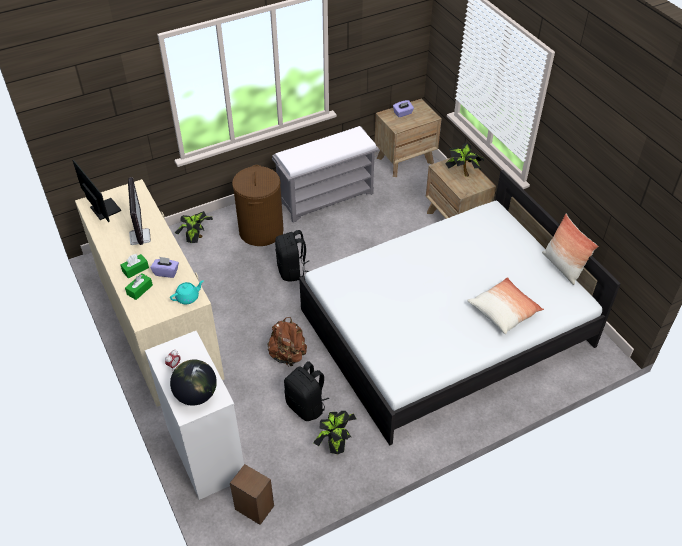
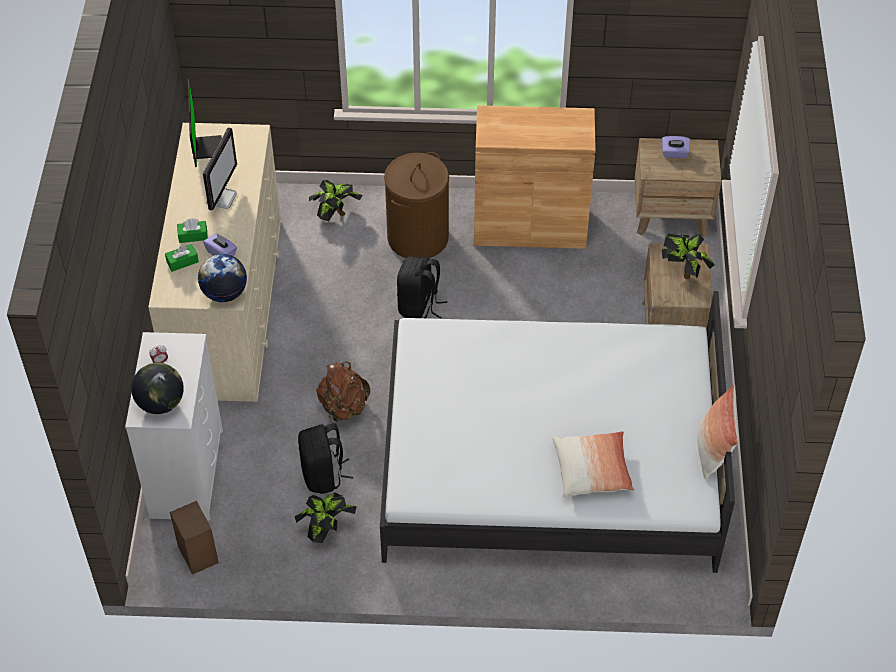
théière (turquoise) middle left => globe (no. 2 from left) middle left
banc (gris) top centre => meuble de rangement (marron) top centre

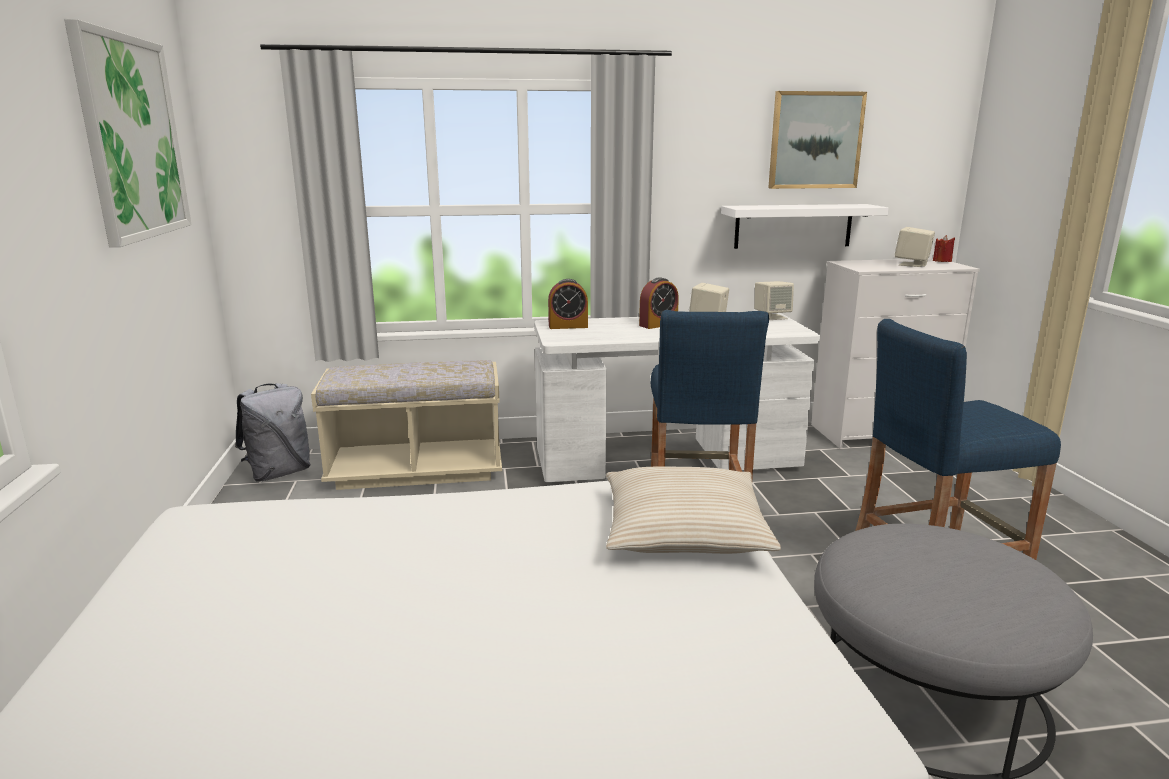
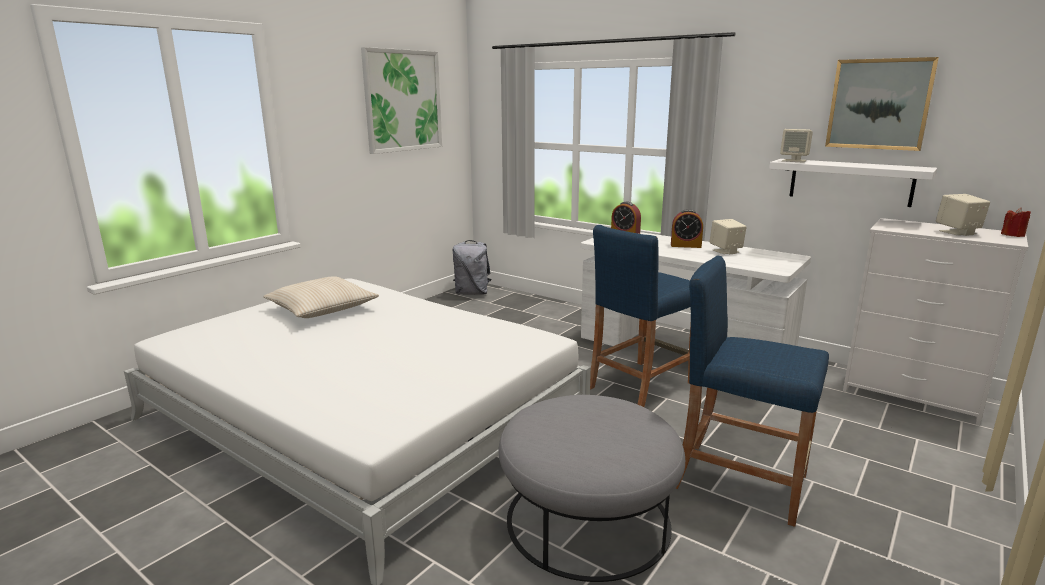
coussin (beige) centre => coussin (beige) middle left, relocated
enceinte (beige) (no. 2 from left) centre => enceinte (beige) (no. 2 from left) top right, relocated
banc (beige) centre => nothing

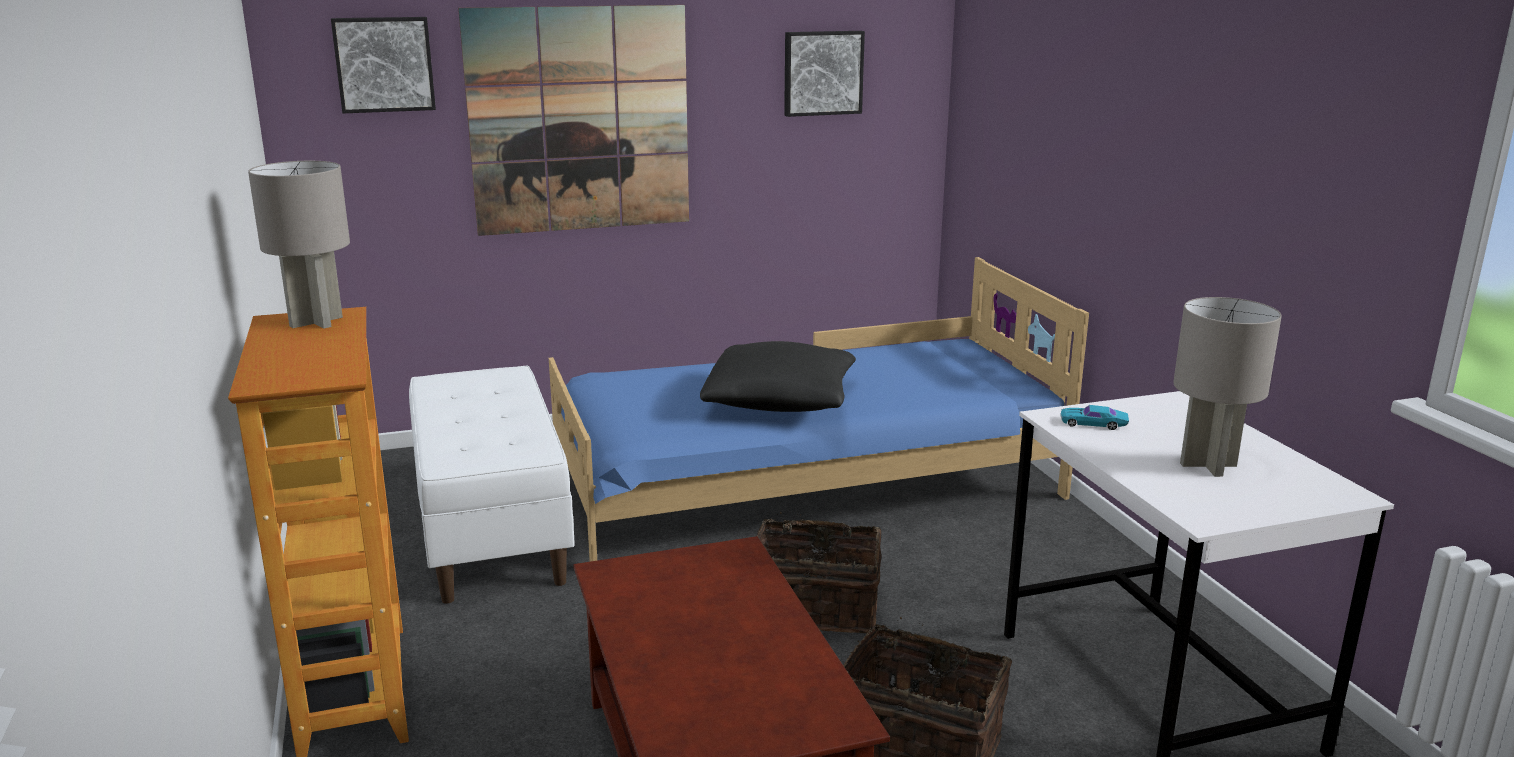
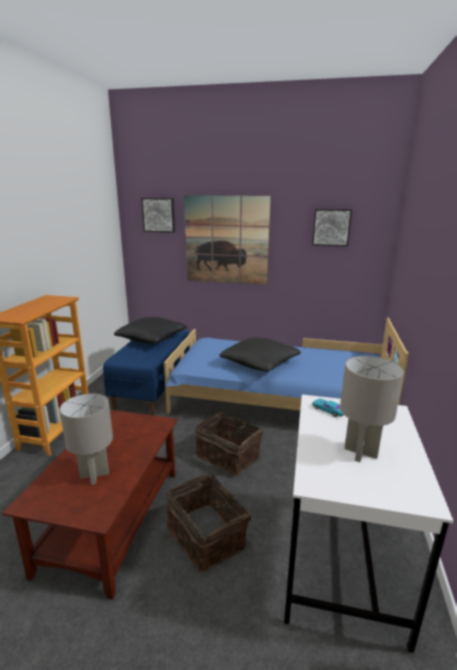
lampe de table (gris) (no. 1 from left) top left => lampe de table (gris) (no. 1 from left) middle left, relocated
banc (blanc) middle left => banc (bleu) middle left
nothing => coussin (noir) (no. 1 from left) middle left

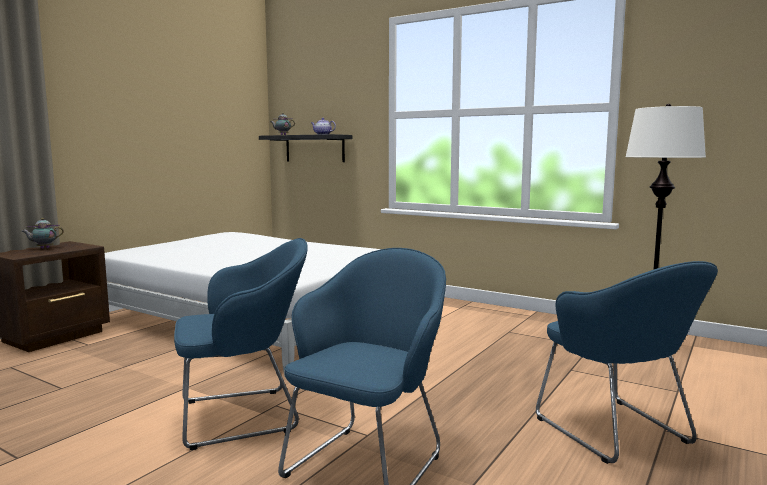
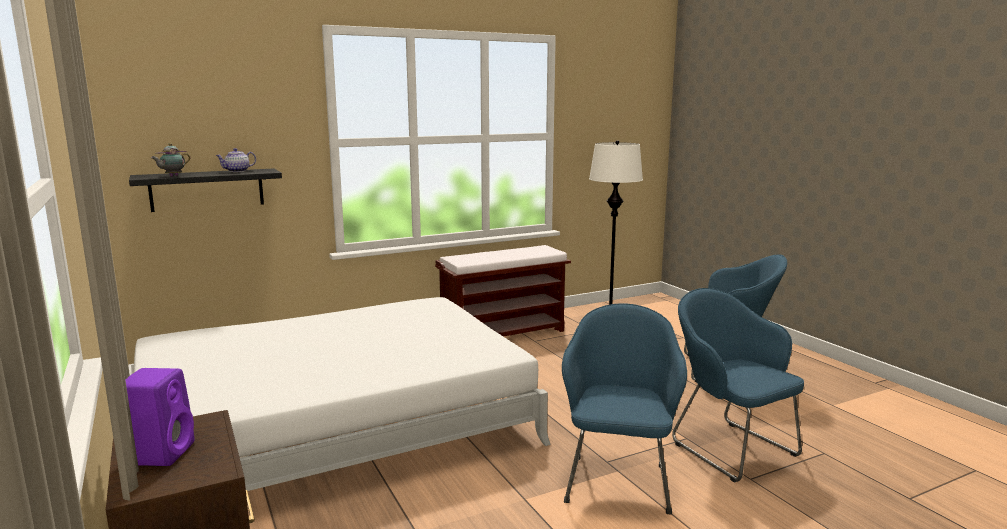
théière (no. 1 from left) middle left => enceinte (violet) bottom left
nothing => banc (marron) centre

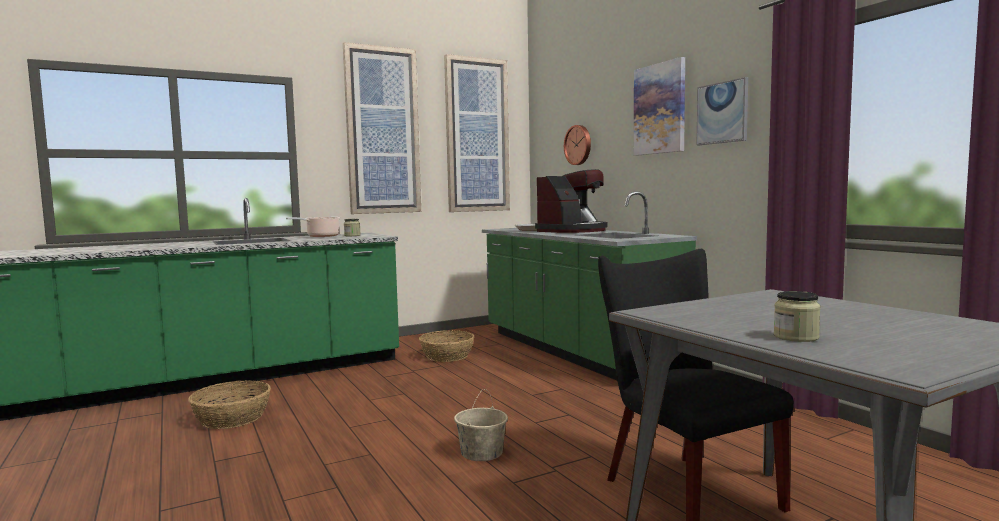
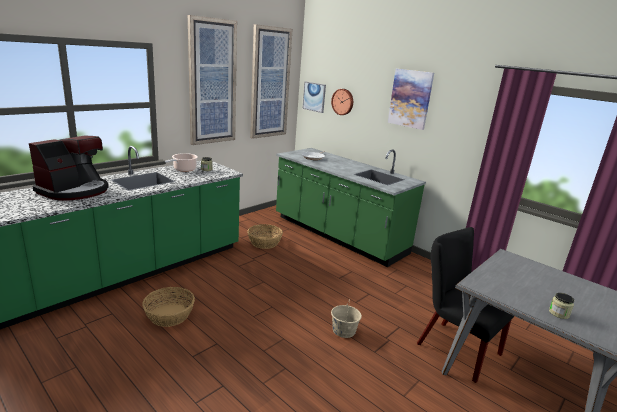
machine à café centre => machine à café middle left, relocated
tableau (no. 4 from left in the first image) top right => tableau (no. 3 from left) top centre, relocated

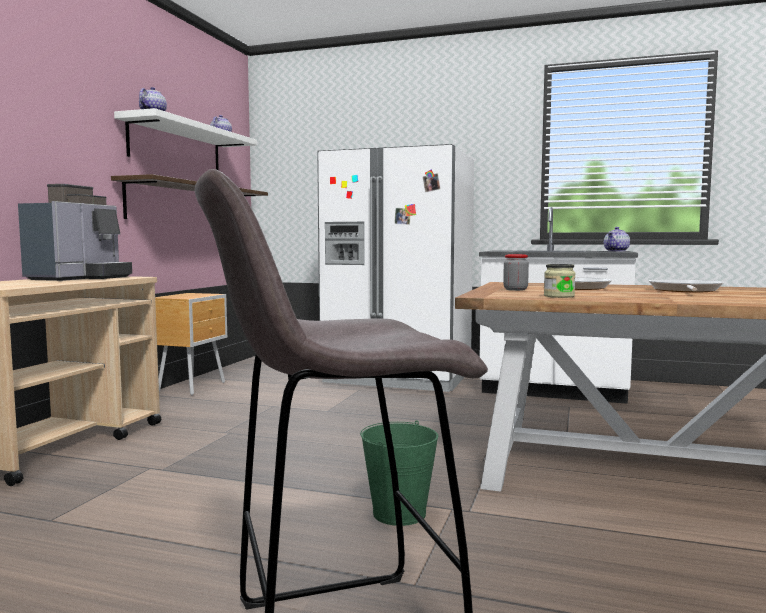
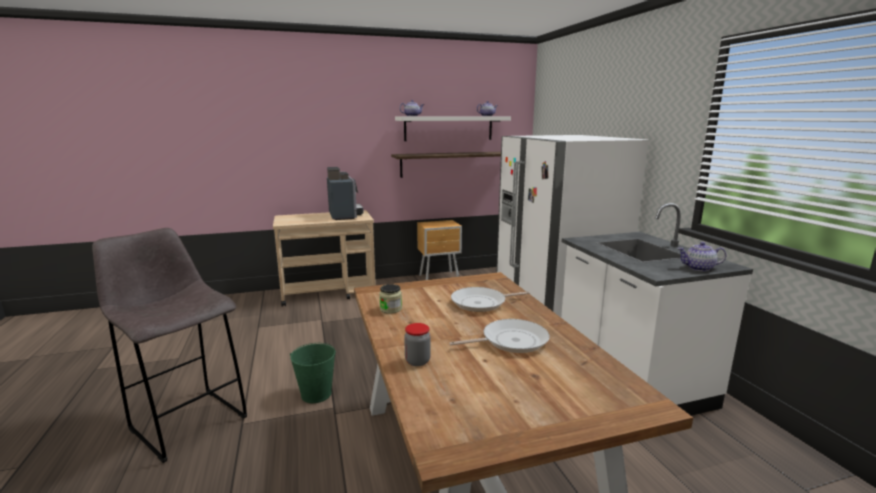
machine à café middle left => machine à café centre, 90 degrees counterclockwise
bocal (no. 1 from left in the first image) middle right => bocal (no. 2 from left) bottom centre, relocated

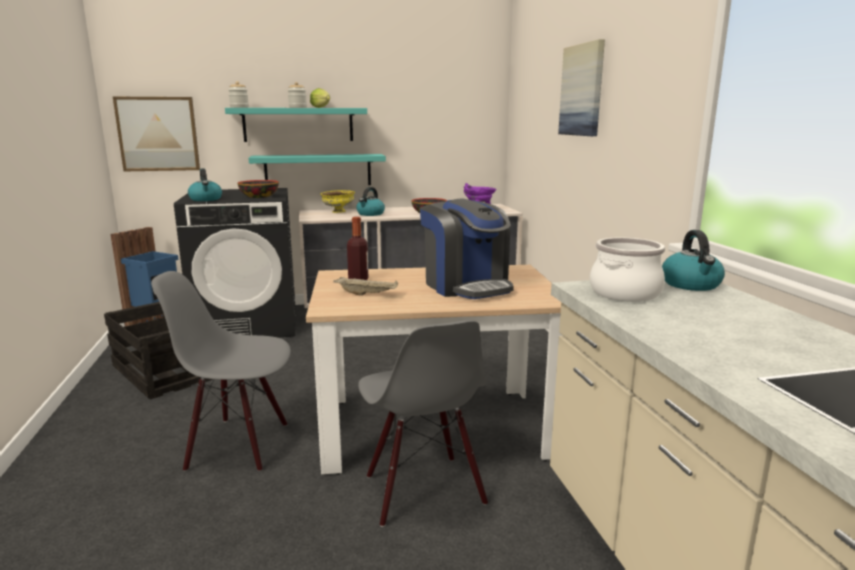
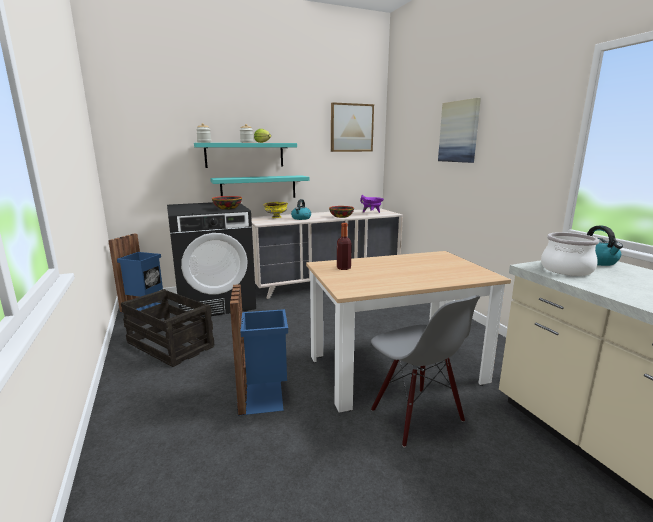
chaise (gris) (no. 1 from left) middle left => poubelle (bleu) (no. 2 from left) bottom centre
tableau (no. 1 from left) top left => tableau (no. 1 from left) top centre, relocated
bouilloire (no. 1 from left) top left => nothing
plateau (beige) centre => nothing
machine à café centre => nothing

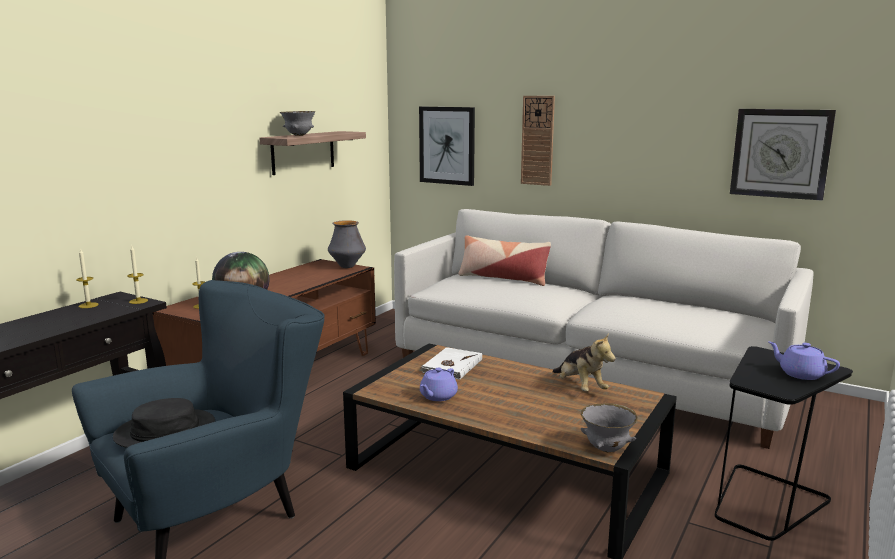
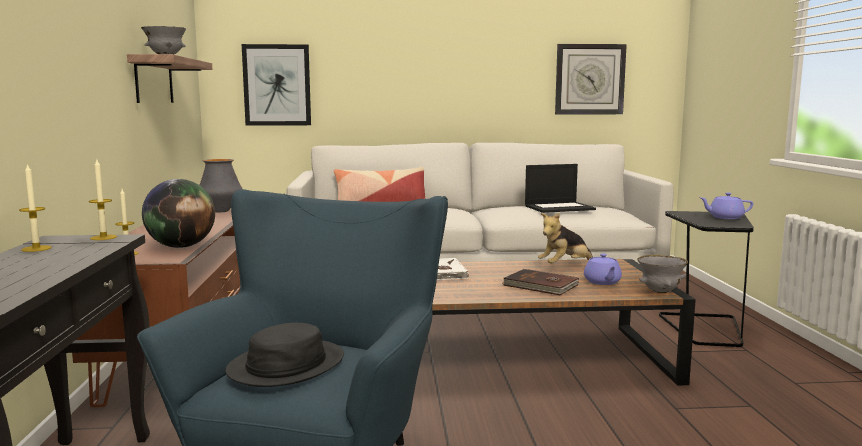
nothing => livre (marron) centre
nothing => ordinateur portable centre
peluche centre, 120 degrees clockwise
théière (violet) (no. 1 from left) bottom centre => théière (violet) (no. 1 from left) middle right, relocated
horloge murale (no. 1 from left) top centre => nothing

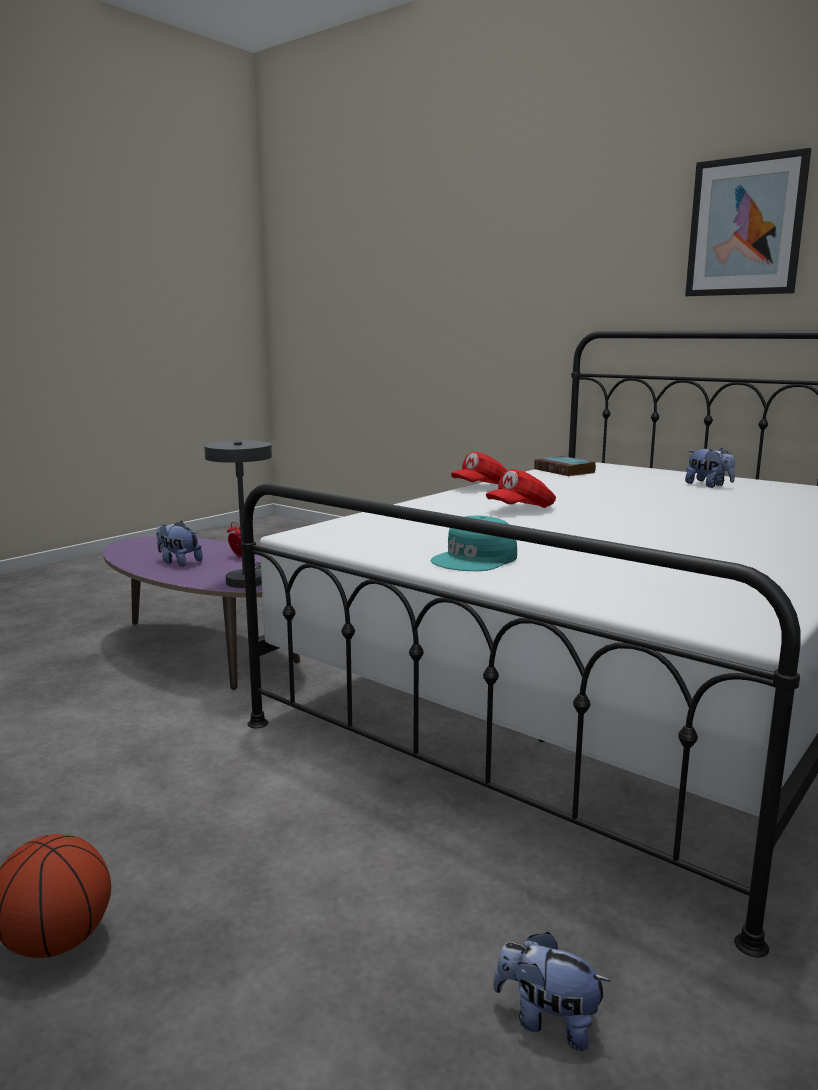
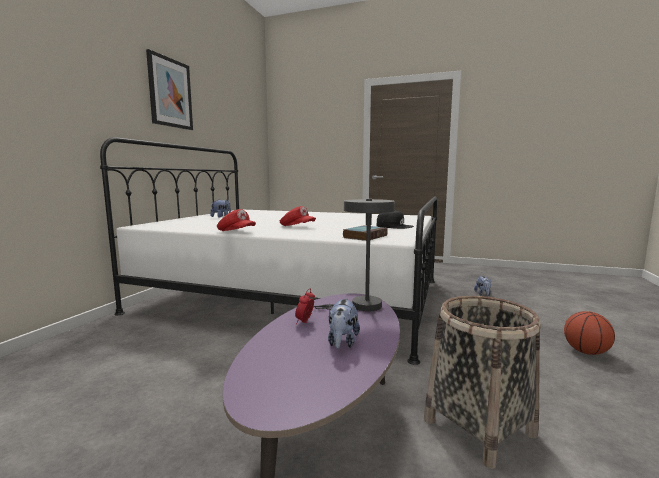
livre middle right => livre centre, relocated
casquette (turquoise) centre => casquette (noir) centre
nothing => panier bottom right

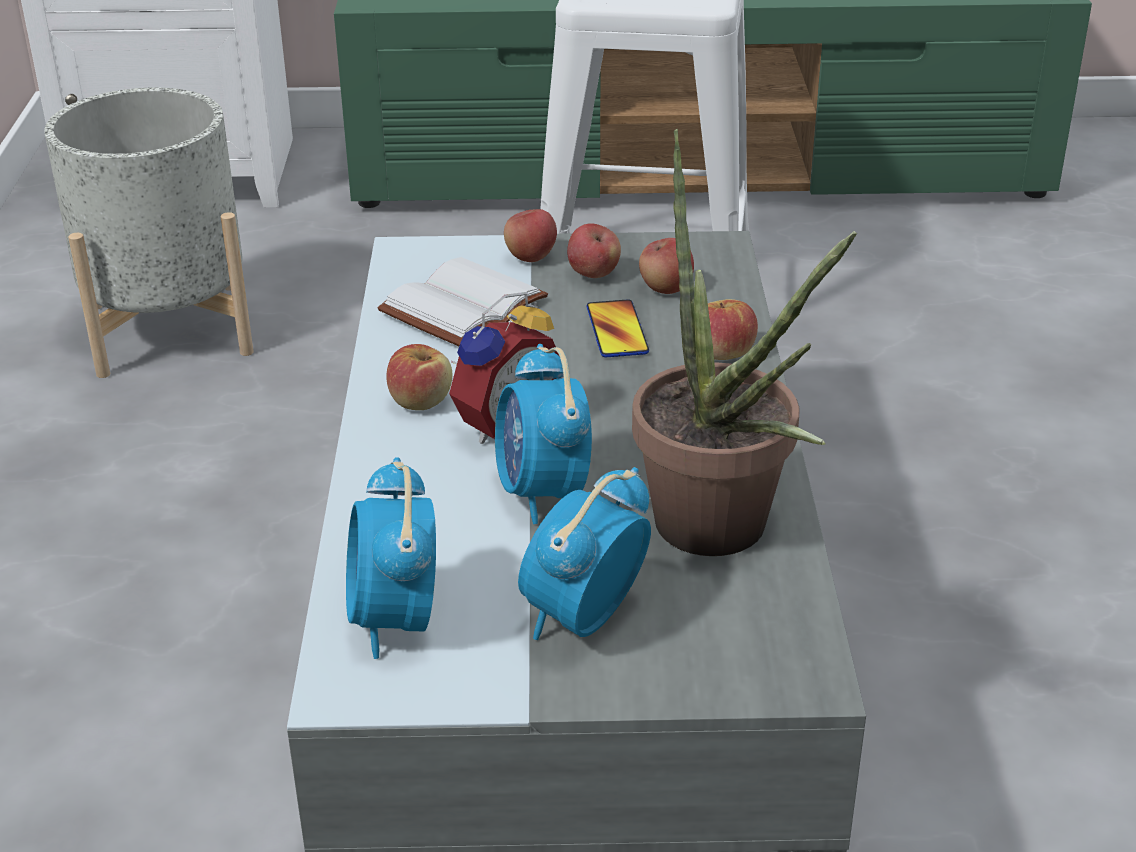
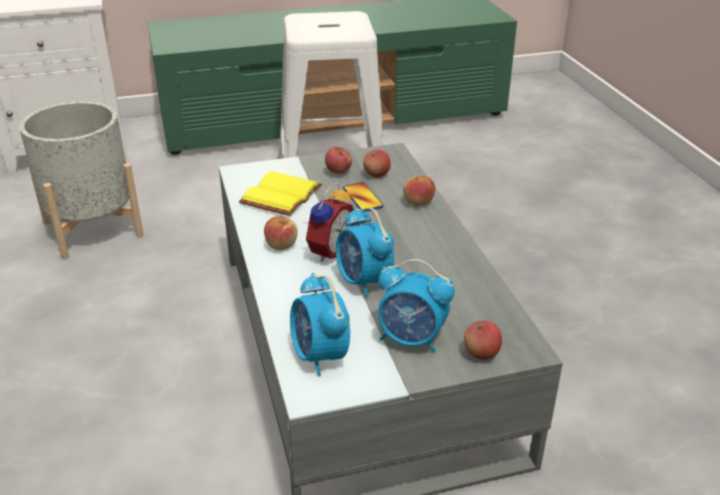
livre (blanc) centre => livre (jaune) centre
réveil (no. 4 from left) centre, 90 degrees counterclockwise
pomme (no. 2 from left in the first image) top centre => pomme (no. 5 from left) bottom right, relocated
plante en pot centre => nothing

